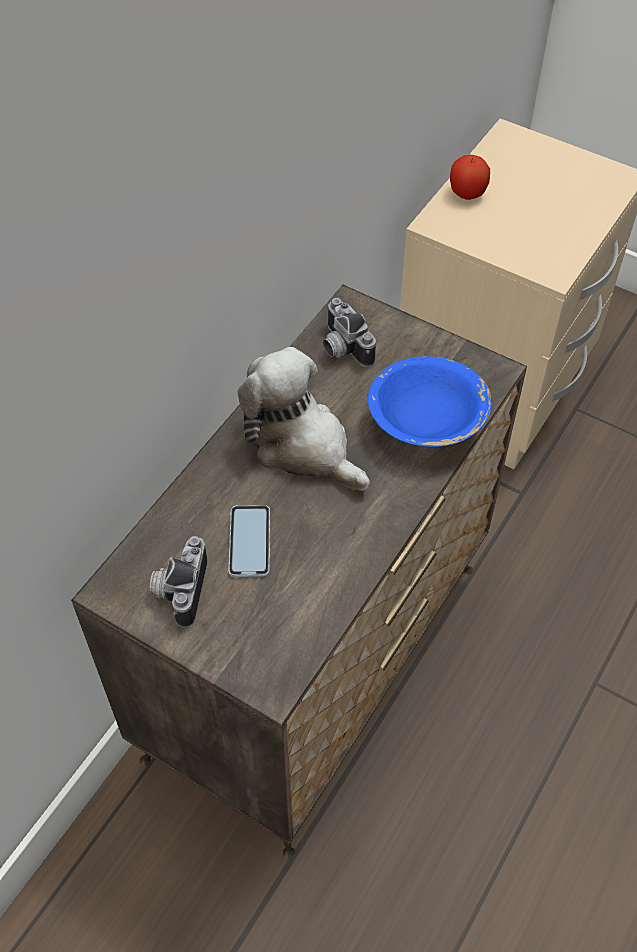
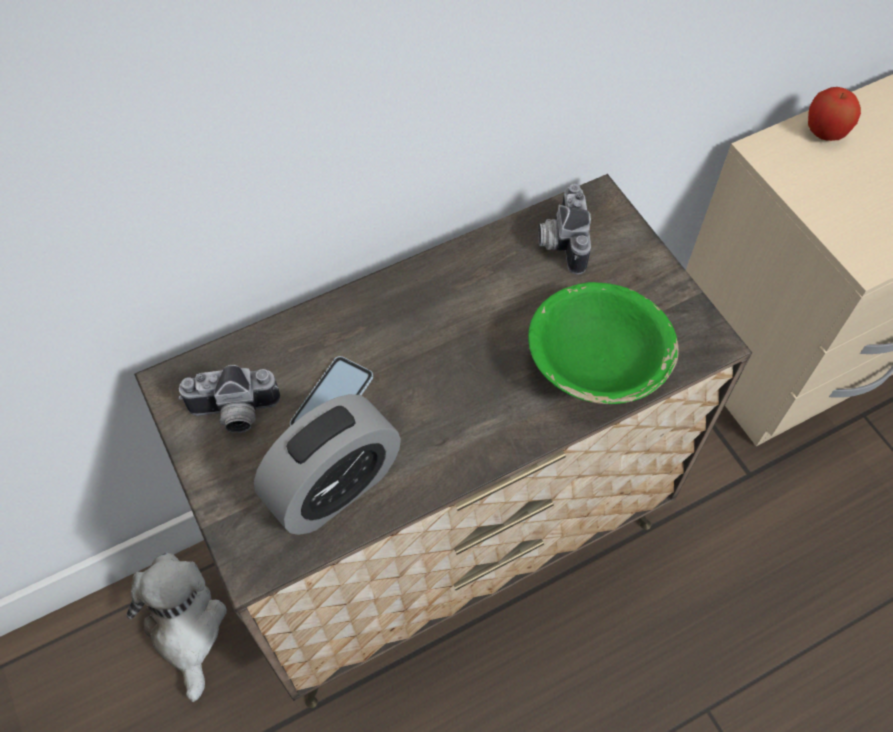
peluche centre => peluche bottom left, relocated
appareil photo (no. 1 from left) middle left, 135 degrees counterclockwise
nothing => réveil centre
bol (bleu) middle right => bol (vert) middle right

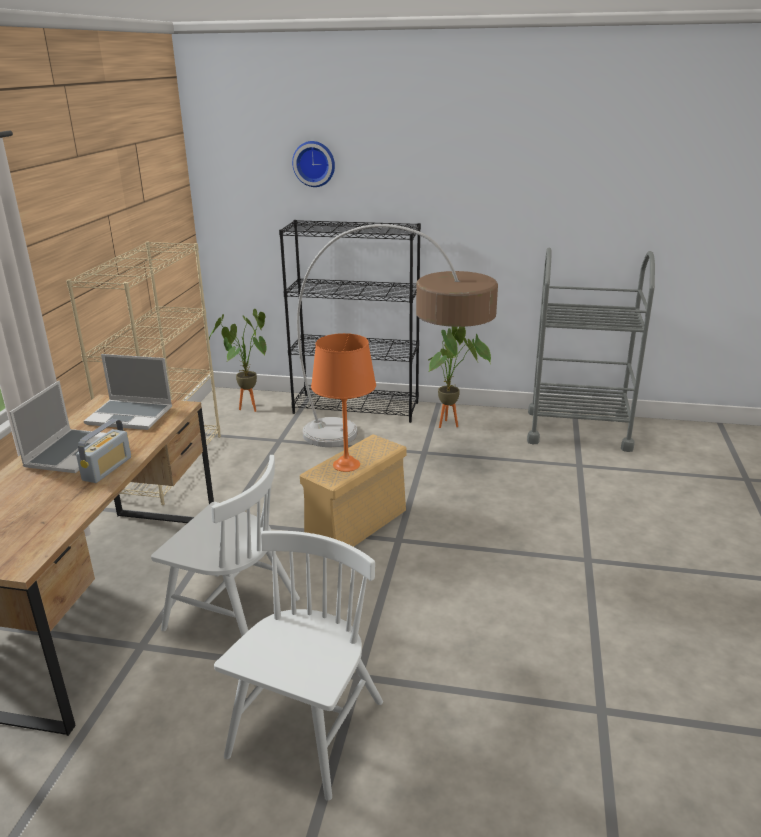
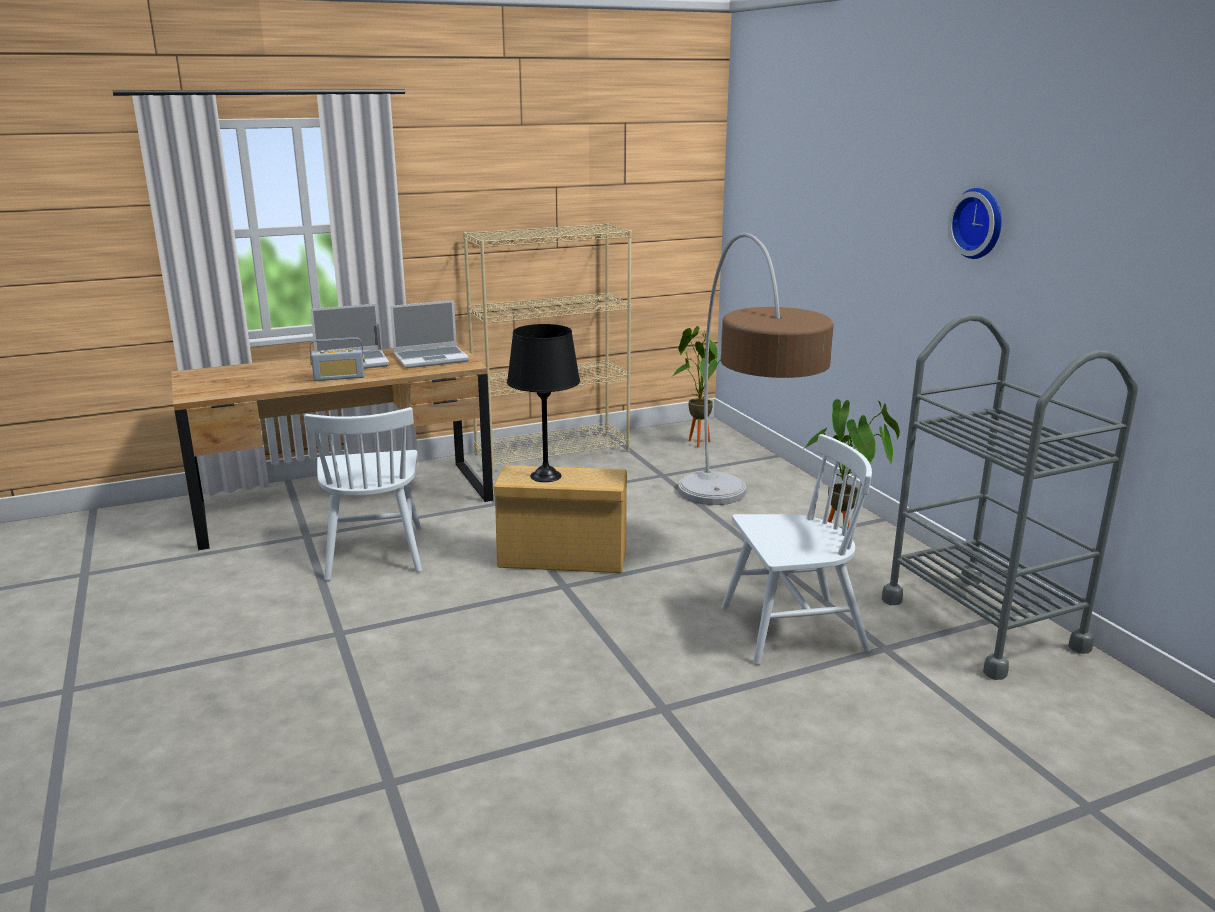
ordinateur portable (no. 2 from left) middle left => ordinateur portable (no. 2 from left) centre, 90 degrees counterclockwise
lampe de table (orange) centre => lampe de table (noir) centre
chaise (blanc) (no. 2 from left) bottom centre => chaise (blanc) (no. 2 from left) centre, relocated
horloge murale top centre => horloge murale top right, relocated
bibliothèque (noir) centre => nothing

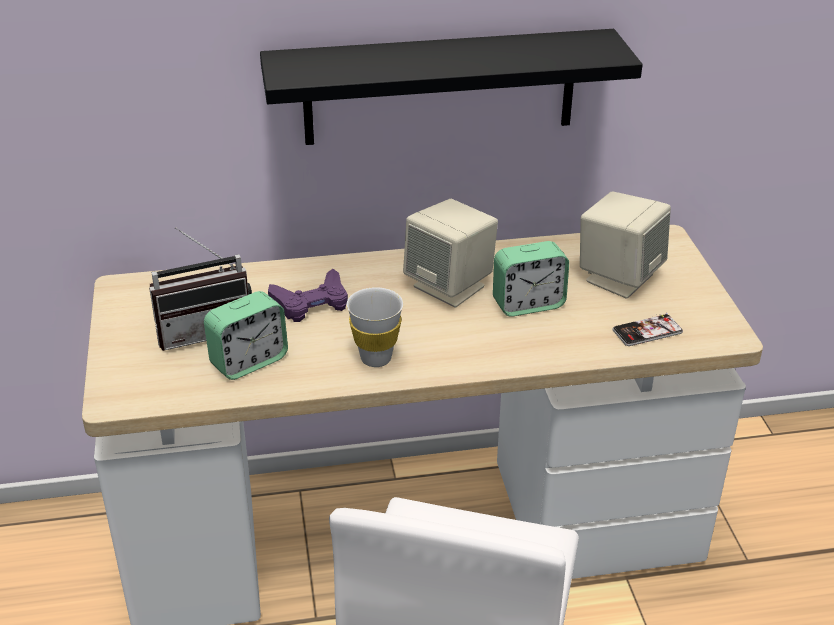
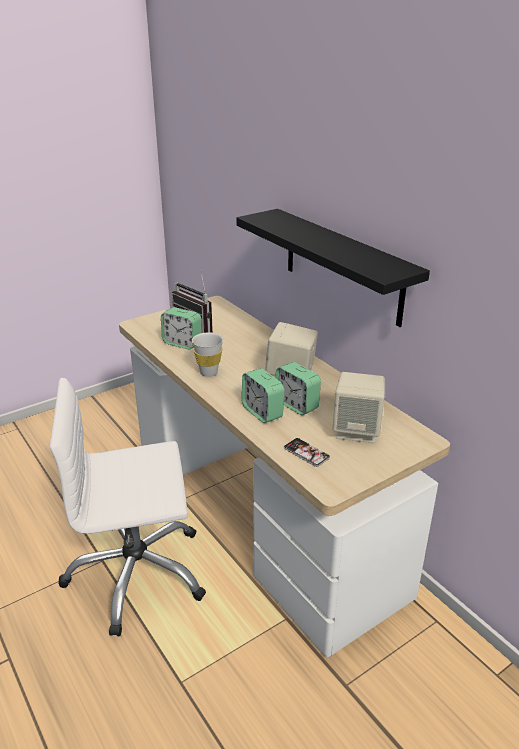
nothing => réveil (no. 2 from left) centre
manette (violet) centre => nothing

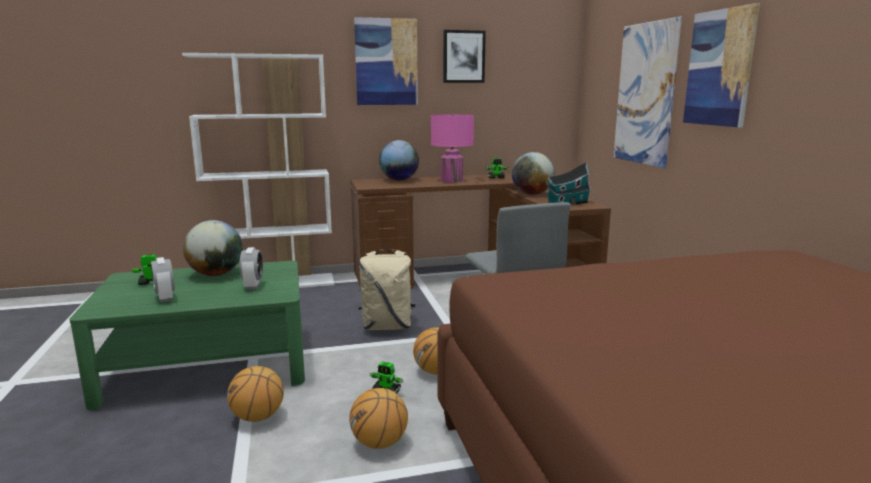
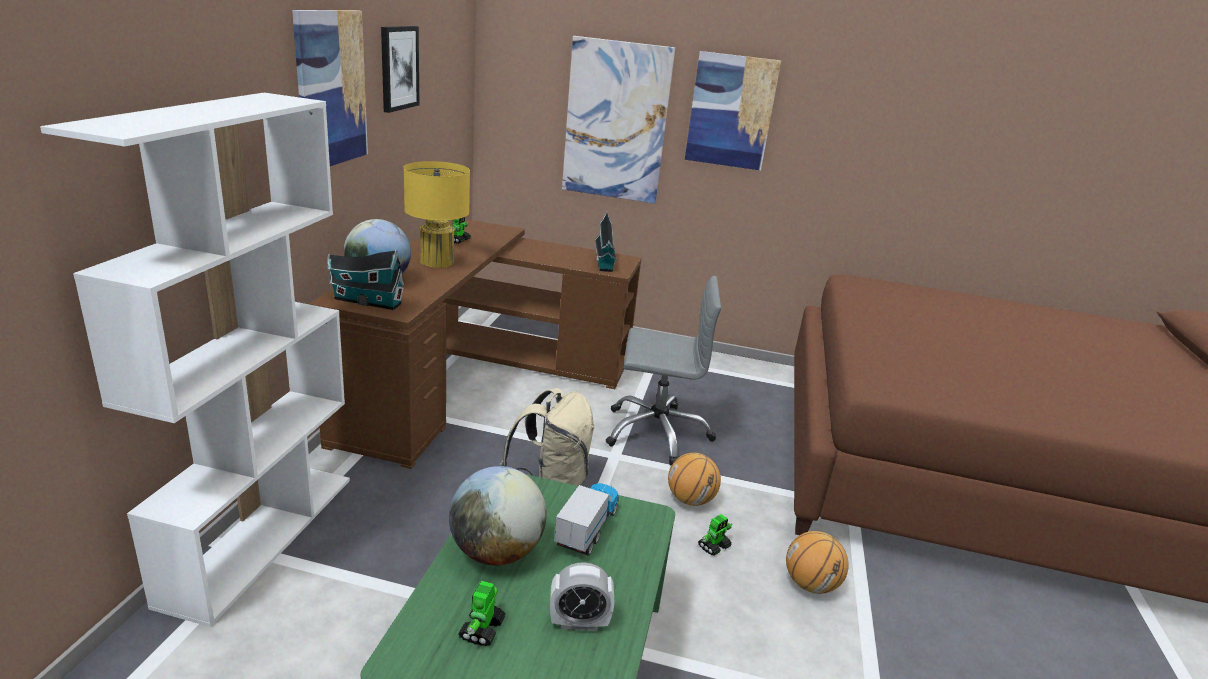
nothing => maison miniature (no. 1 from left) middle left
lampe de table (rose) top centre => lampe de table (jaune) top centre
réveil (no. 2 from left) middle left => camion jouet bottom centre
ballon de basket (no. 1 from left) bottom left => nothing
globe (no. 3 from left) centre => nothing

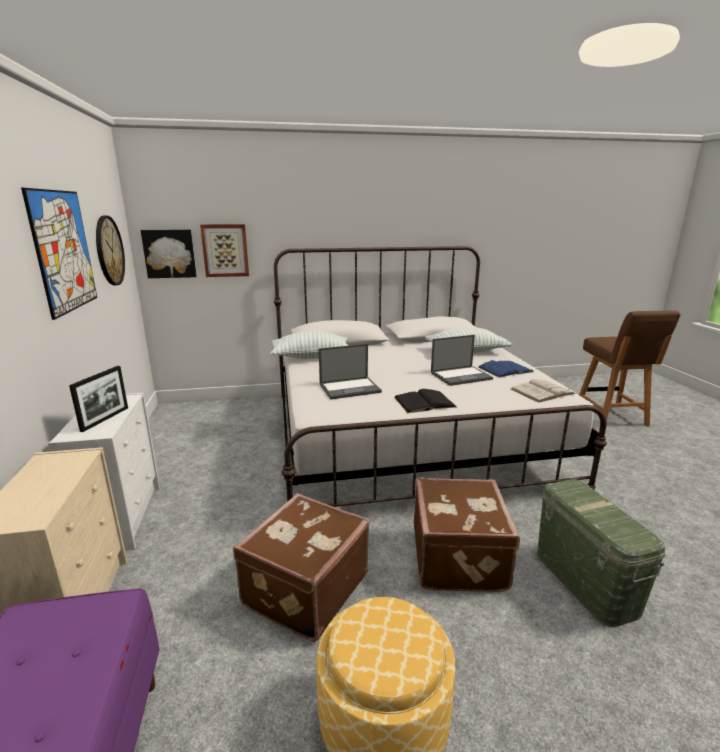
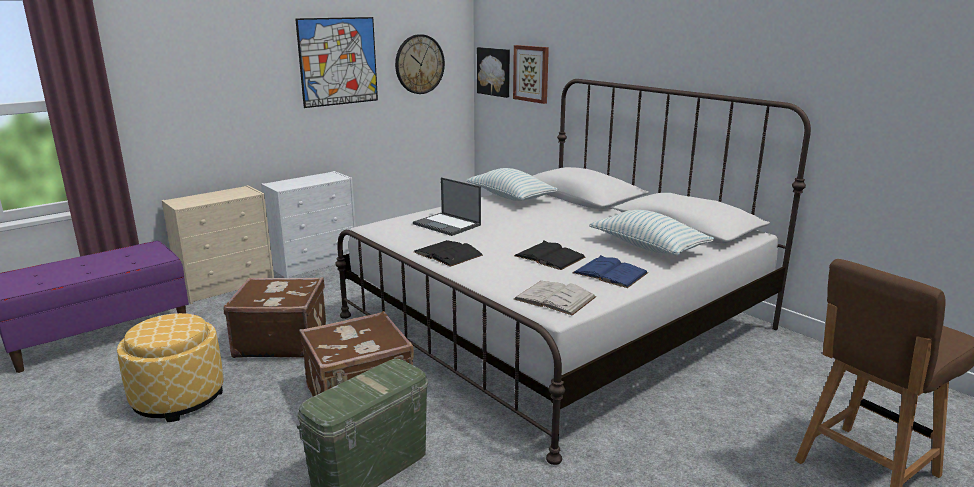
ordinateur portable (no. 2 from left) centre => livre (noir) (no. 2 from left) centre
cadre photo middle left => nothing

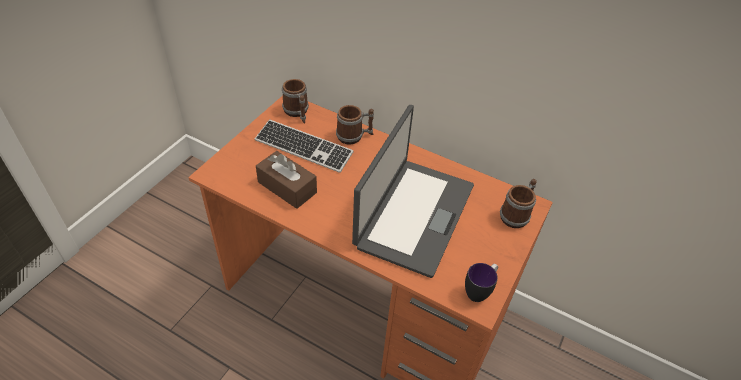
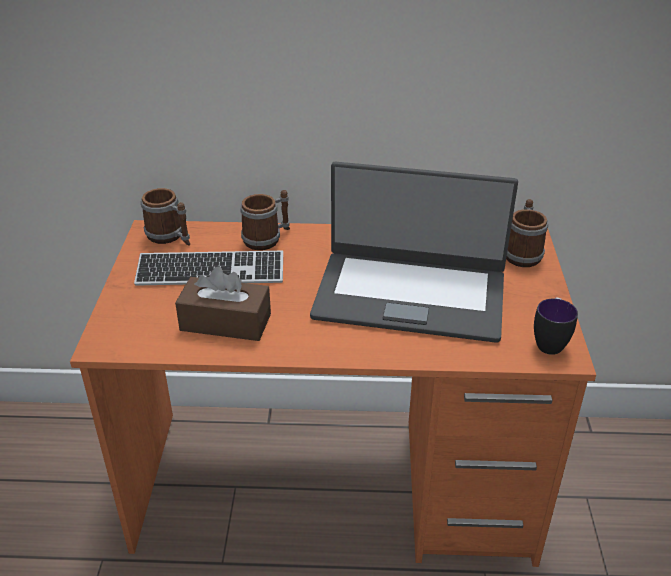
ordinateur portable centre, 105 degrees clockwise

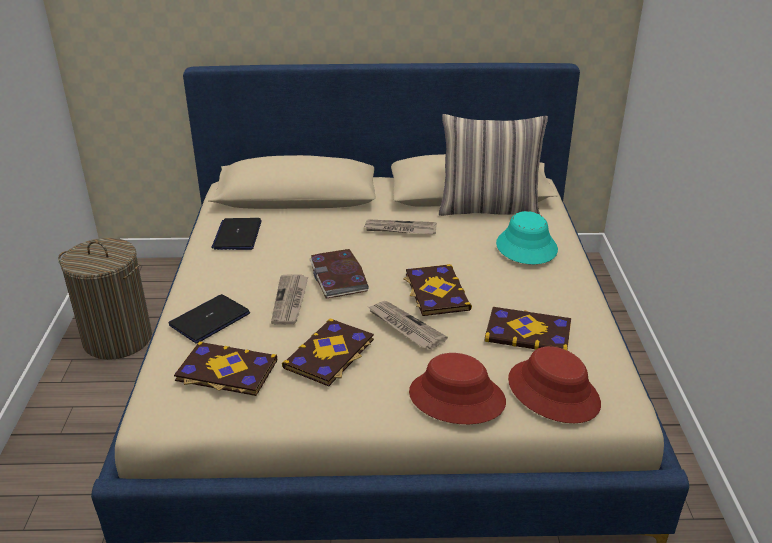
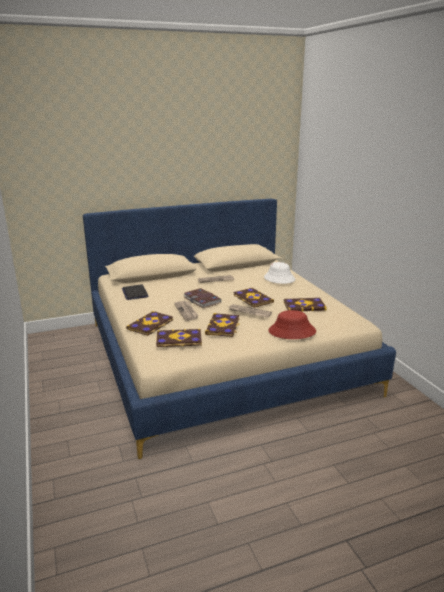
ordinateur portable (no. 1 from left) middle left => livre (no. 1 from left) centre
chapeau (turquoise) middle right => chapeau (blanc) centre
panier à linge middle left => nothing
coussin top centre => nothing
chapeau (rouge) (no. 2 from left) bottom right => nothing

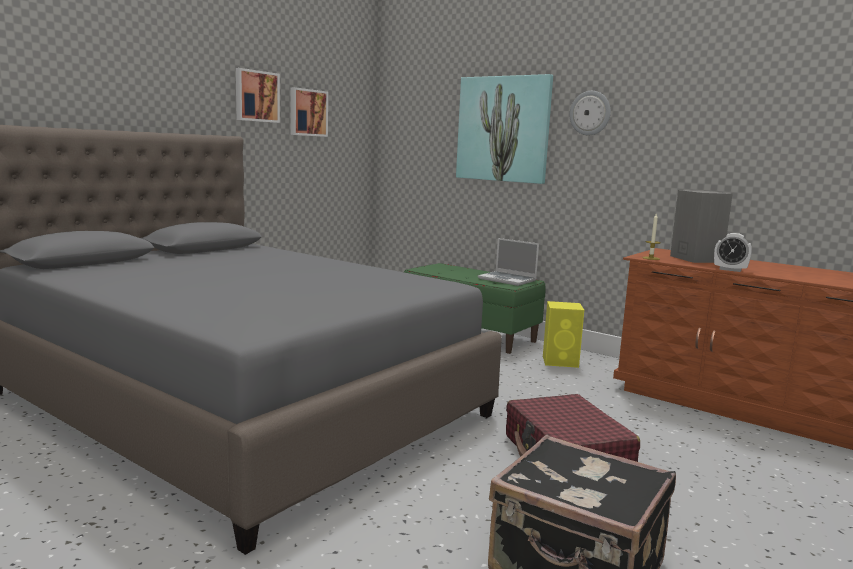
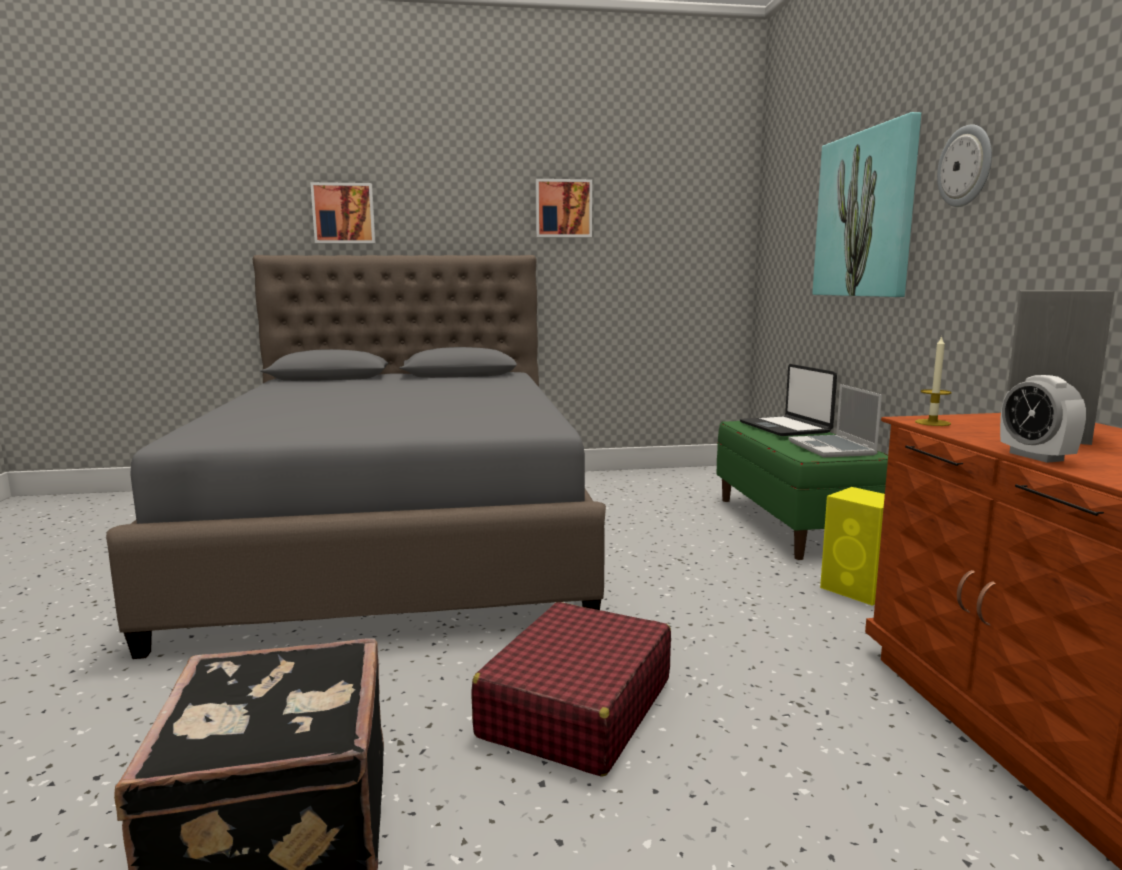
tableau (no. 2 from left in the first image) top centre => tableau (no. 1 from left) top left, relocated
nothing => ordinateur portable (no. 1 from left) middle right

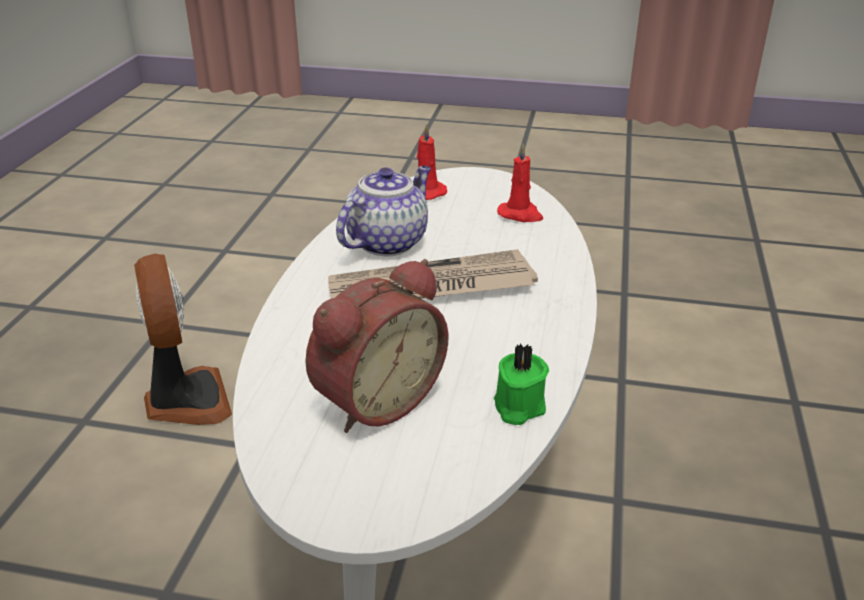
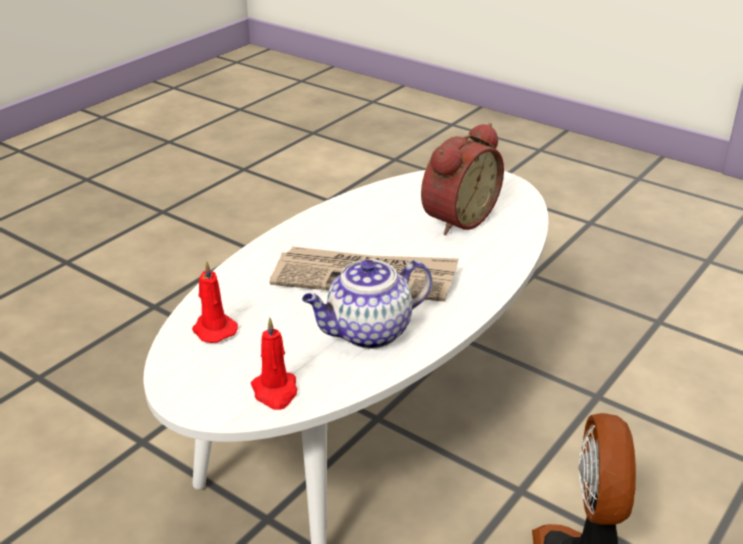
réveil centre => réveil top centre, 150 degrees clockwise
bougie (vert) centre => nothing

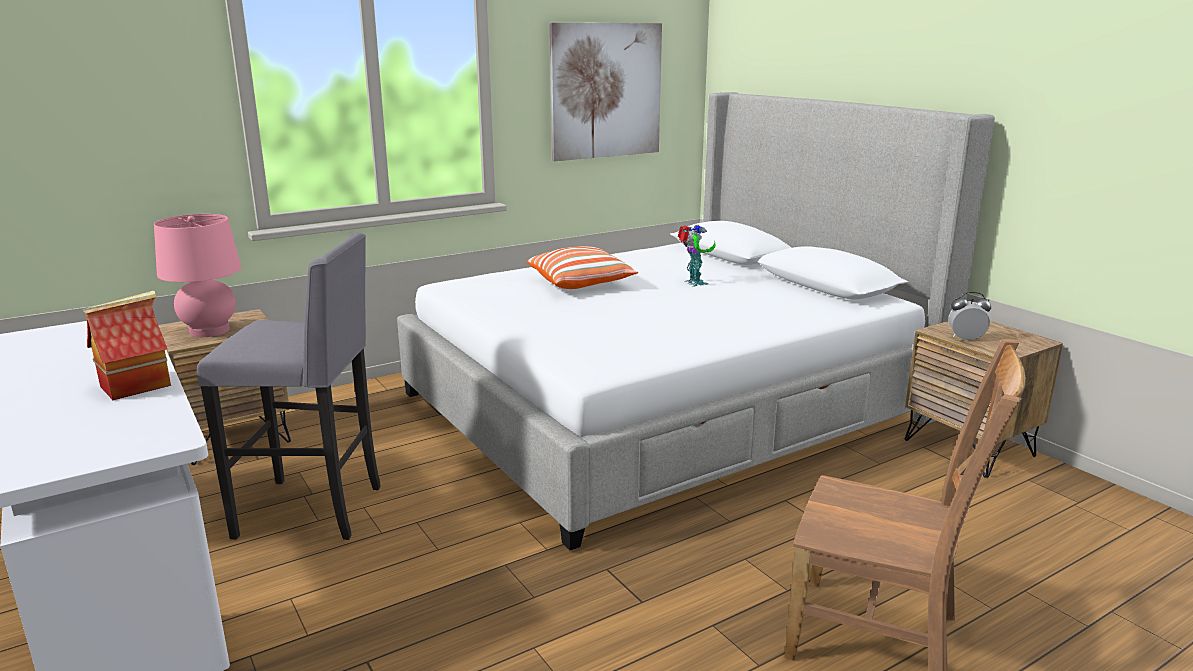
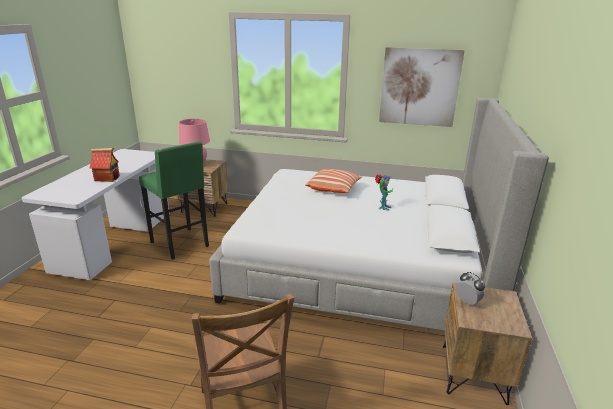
tabouret (gris) middle left => tabouret (vert) middle left

